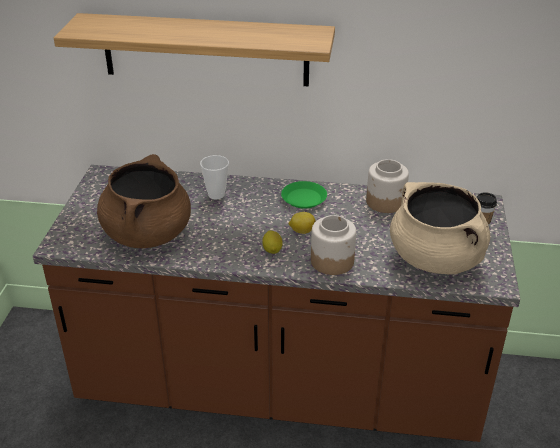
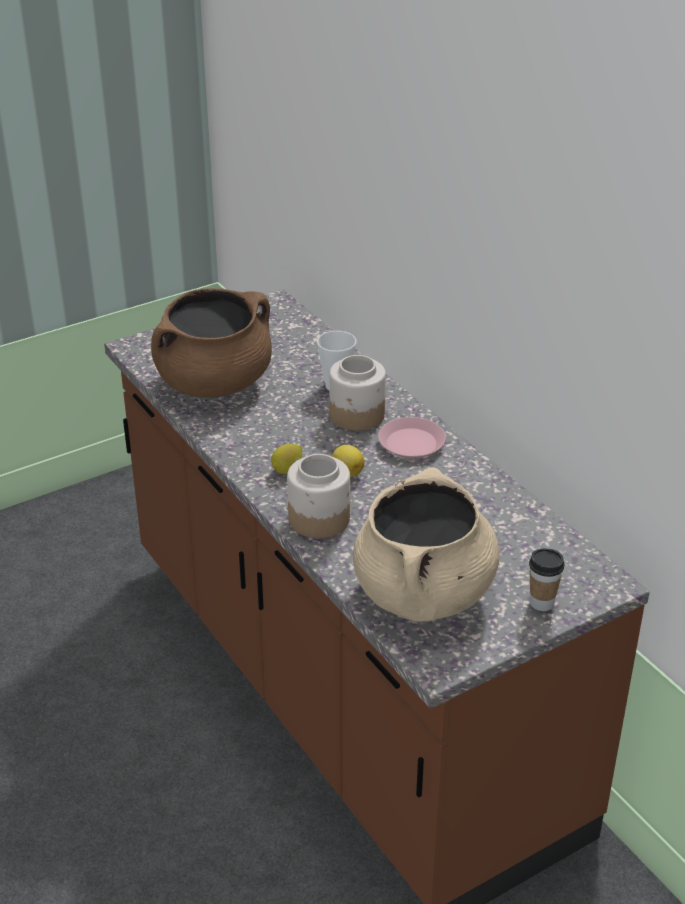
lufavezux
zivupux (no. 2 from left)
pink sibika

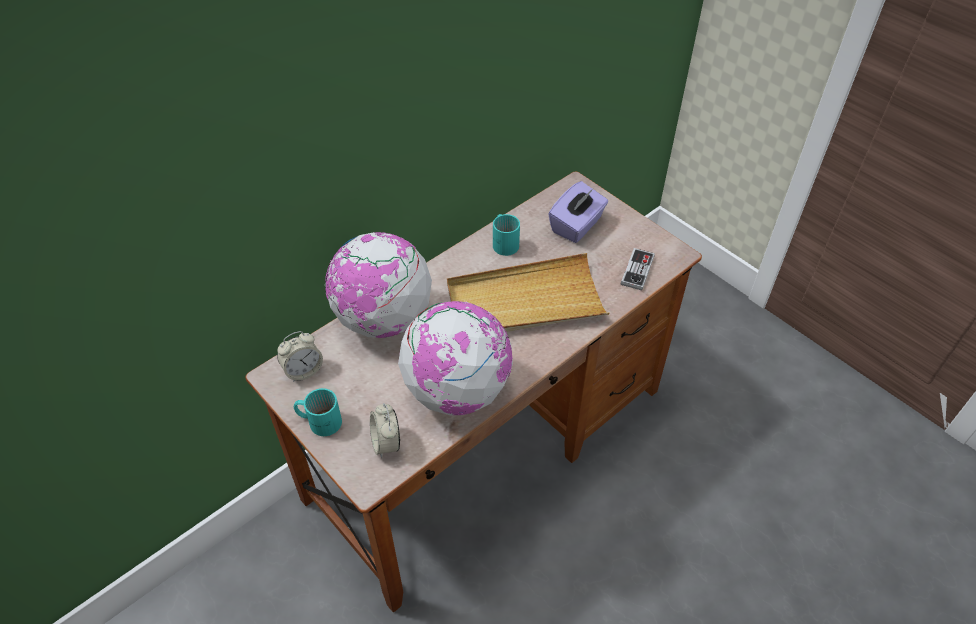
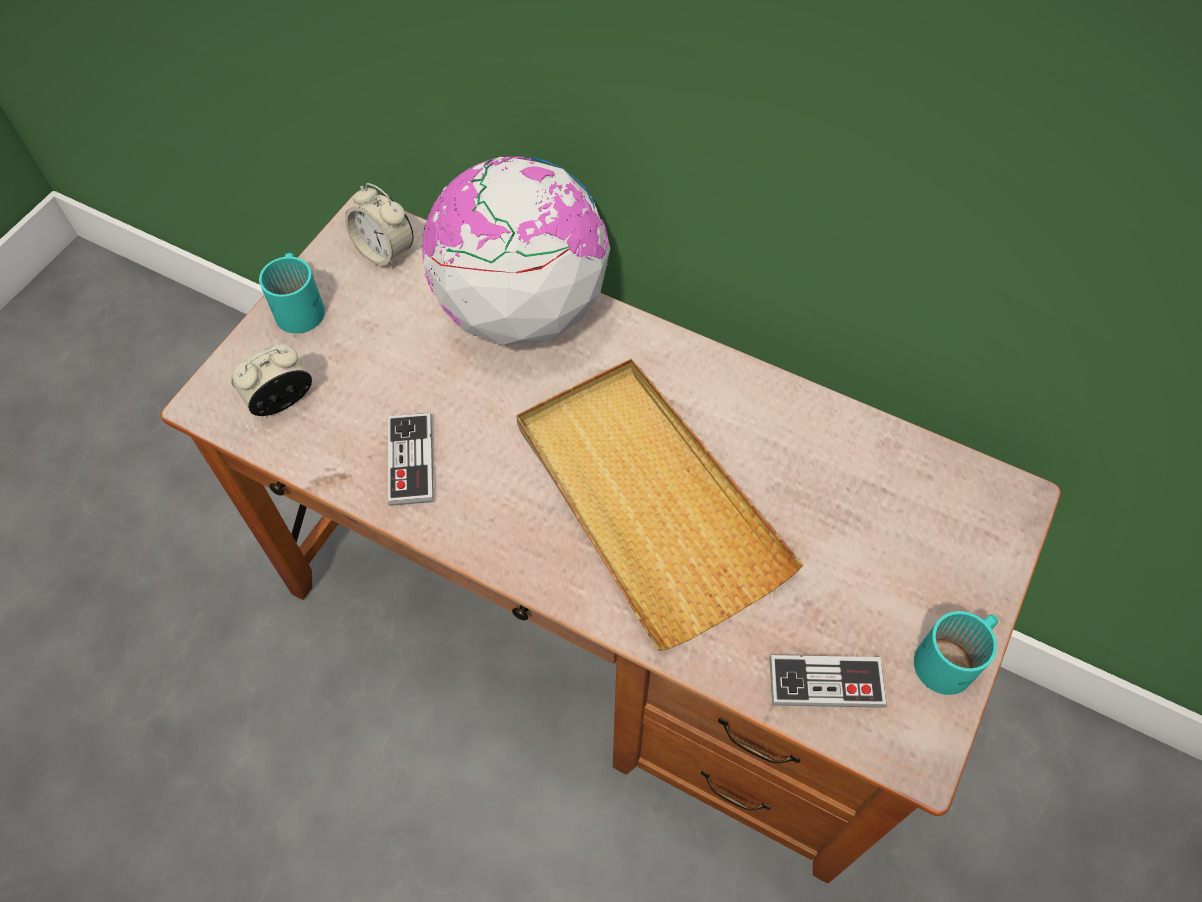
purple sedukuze
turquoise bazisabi (no. 2 from left)
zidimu (no. 1 from left)

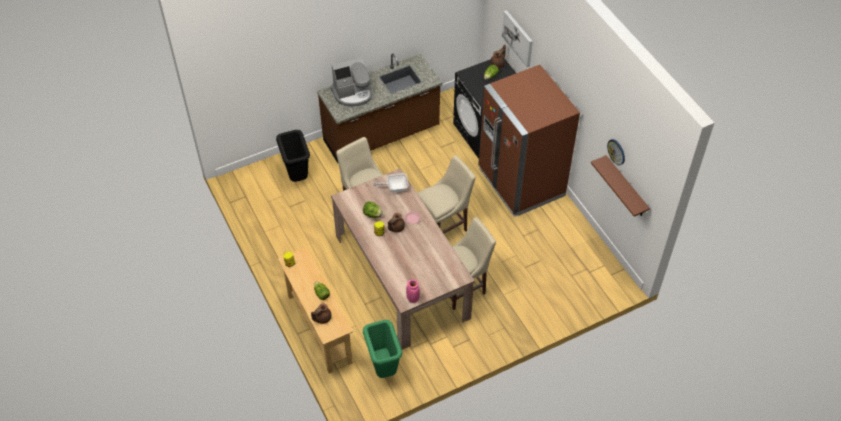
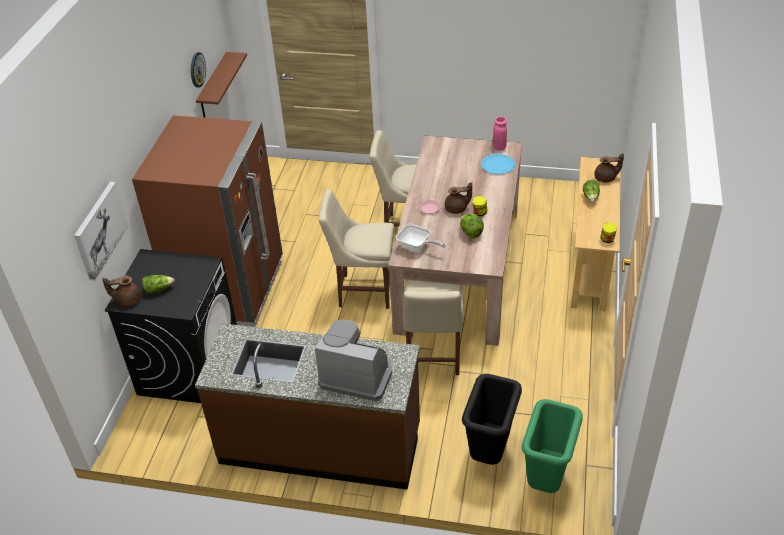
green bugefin
blue sibika

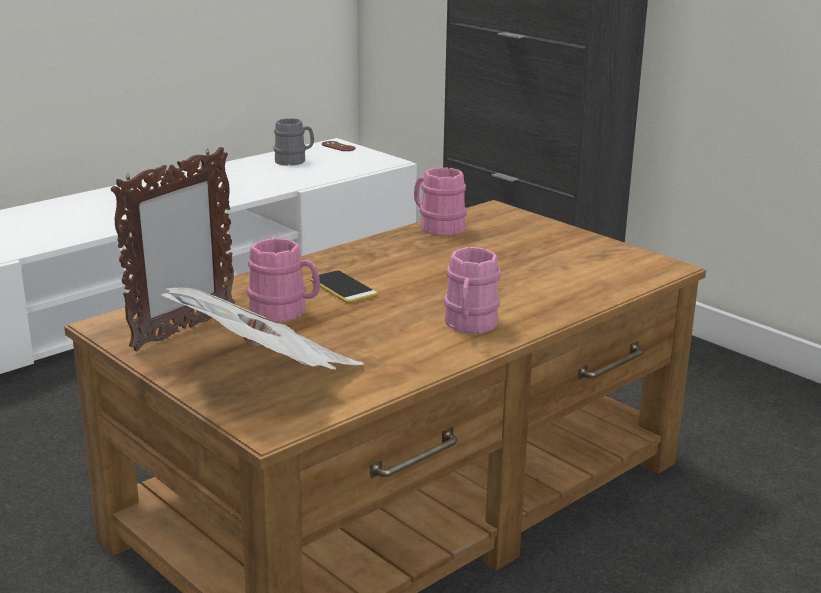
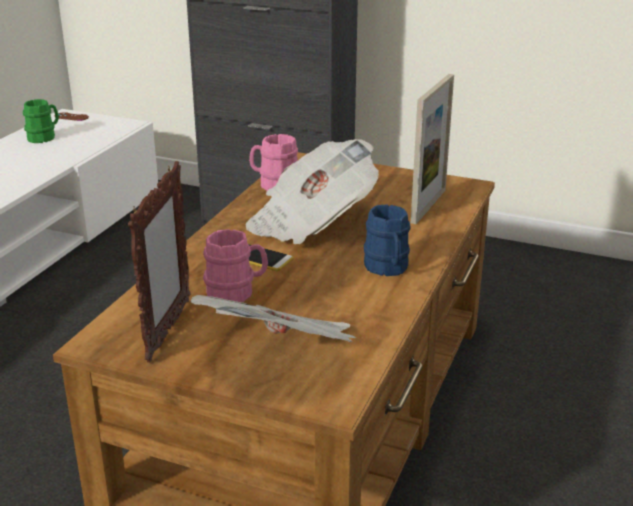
green bazisabi
blue bazisabi
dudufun (no. 2 from left)
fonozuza (no. 2 from left)

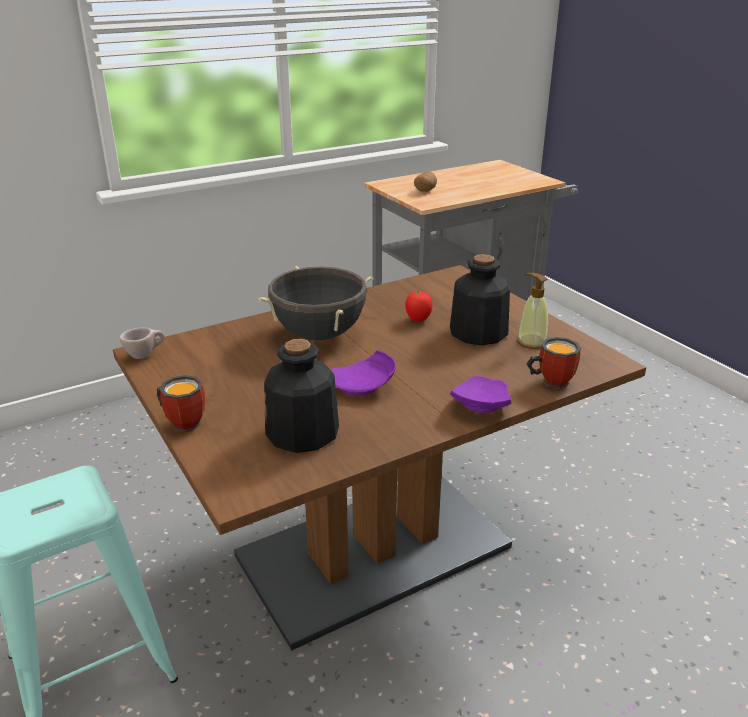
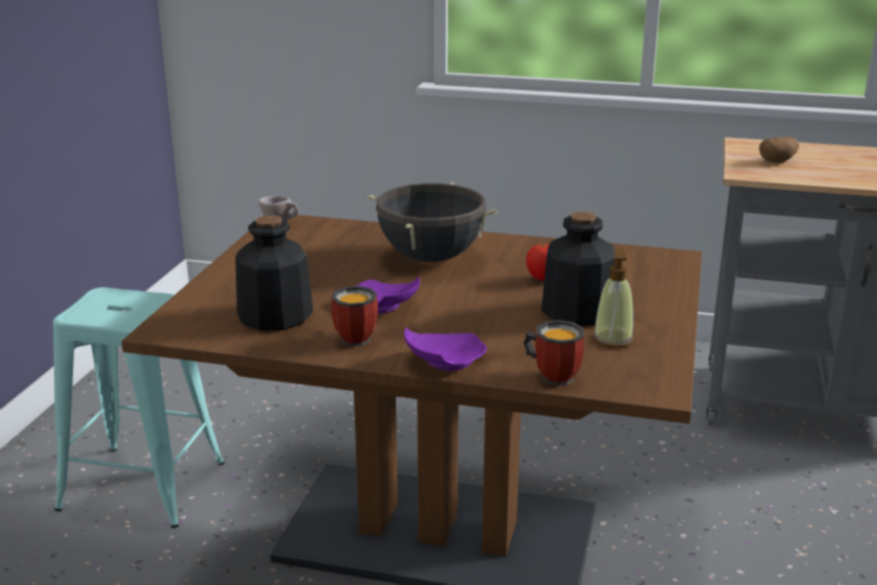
bazisabi (no. 1 from left)

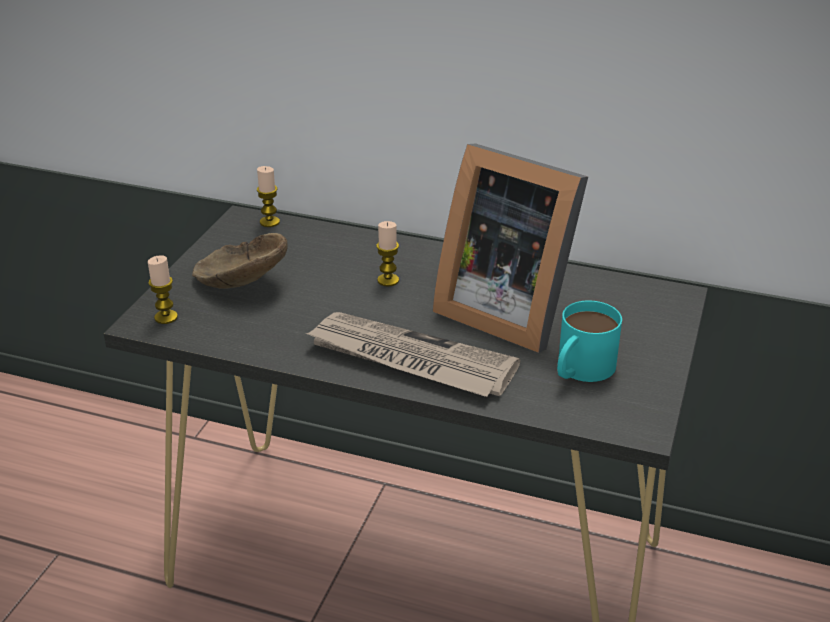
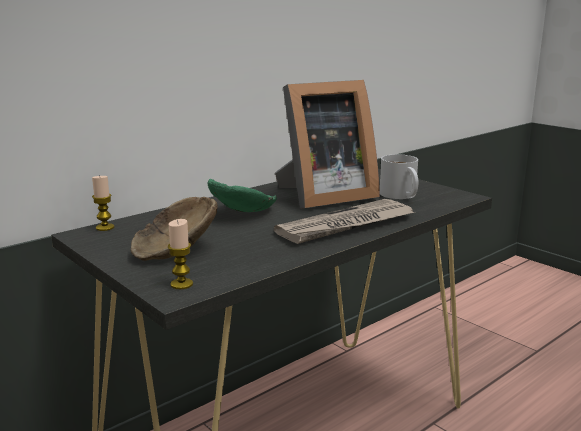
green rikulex
white bazisabi

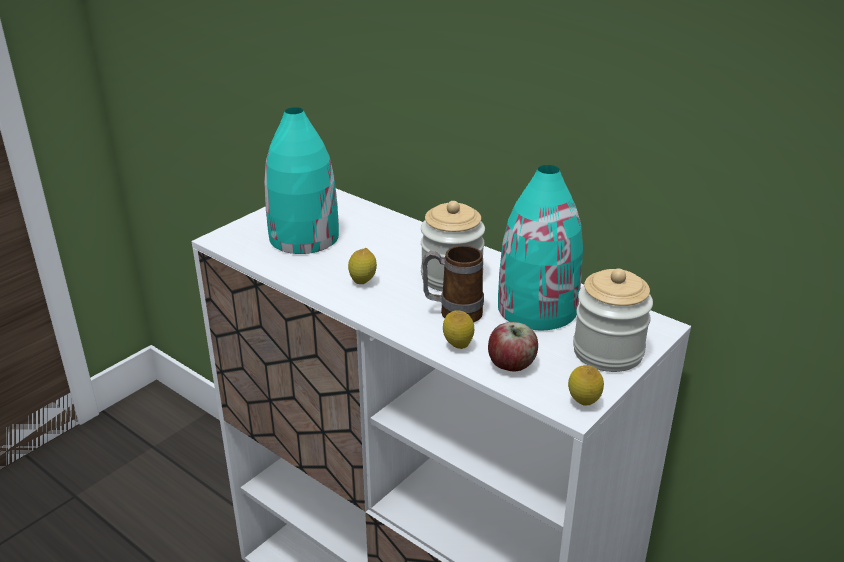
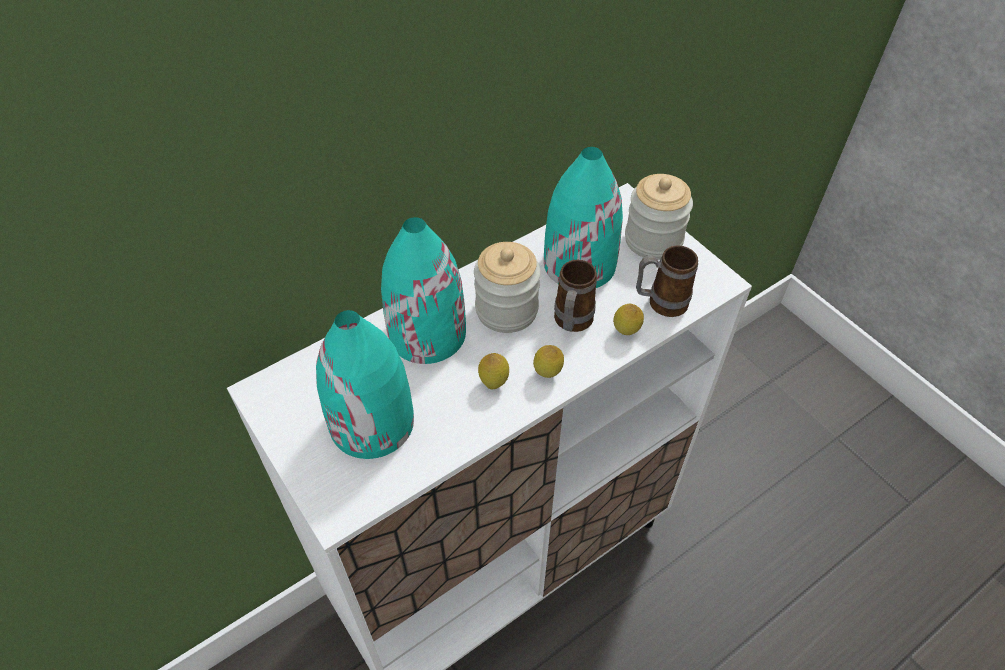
bazisabi (no. 2 from left)
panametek (no. 2 from left)
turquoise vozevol (no. 2 from left)

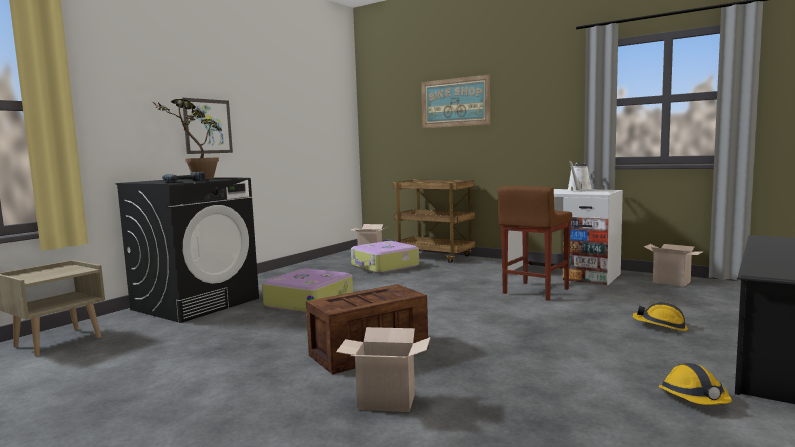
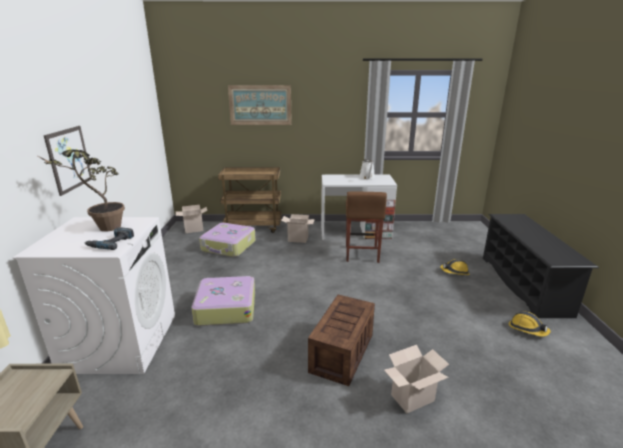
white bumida
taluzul (no. 2 from left)

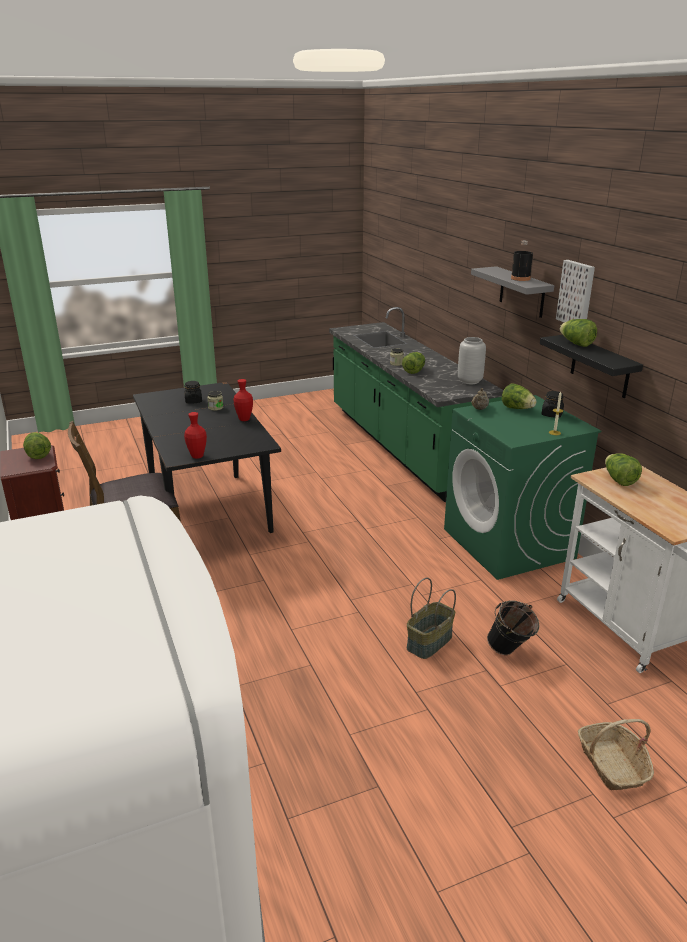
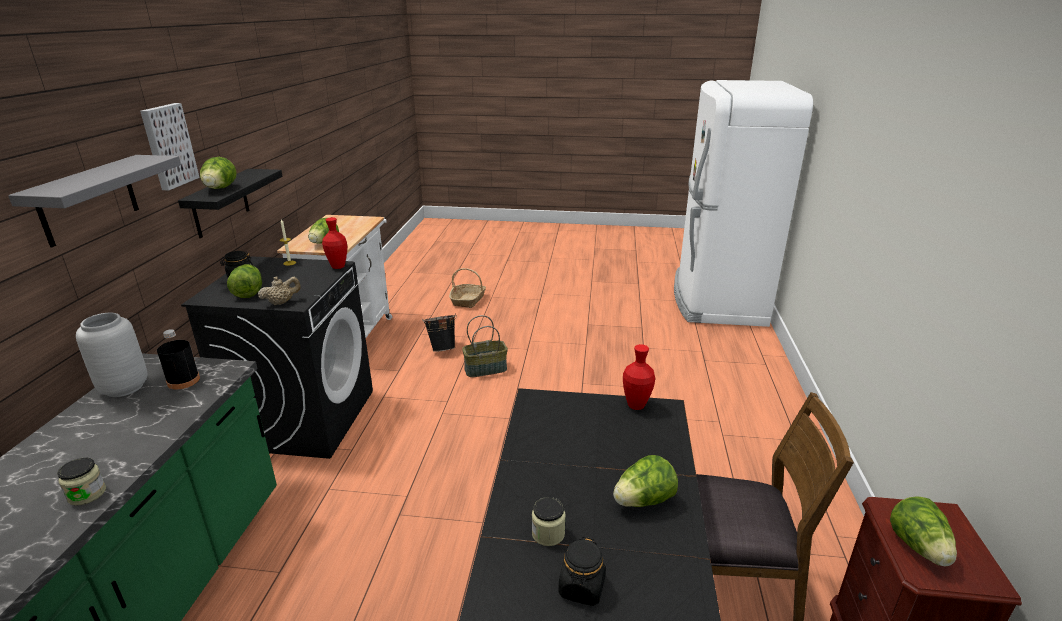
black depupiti
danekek (no. 4 from left)
red vozevol (no. 1 from left)
black bumida

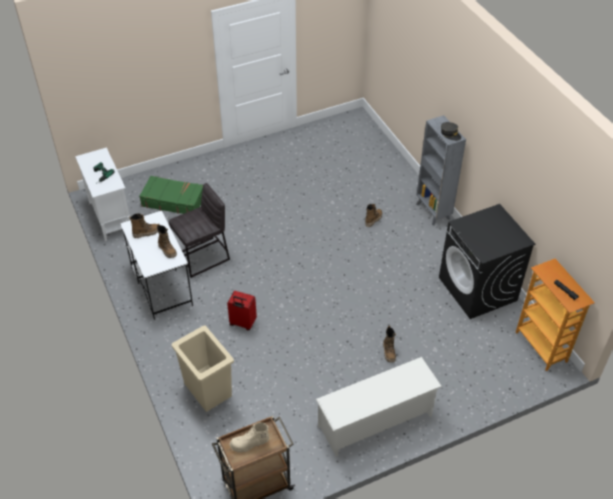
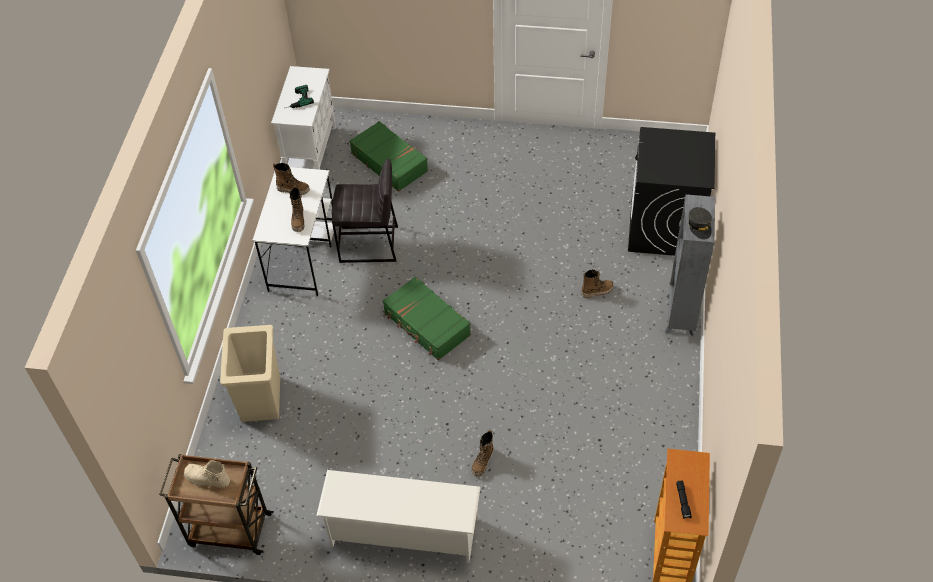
black bumida
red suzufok
green suzufok (no. 2 from left)

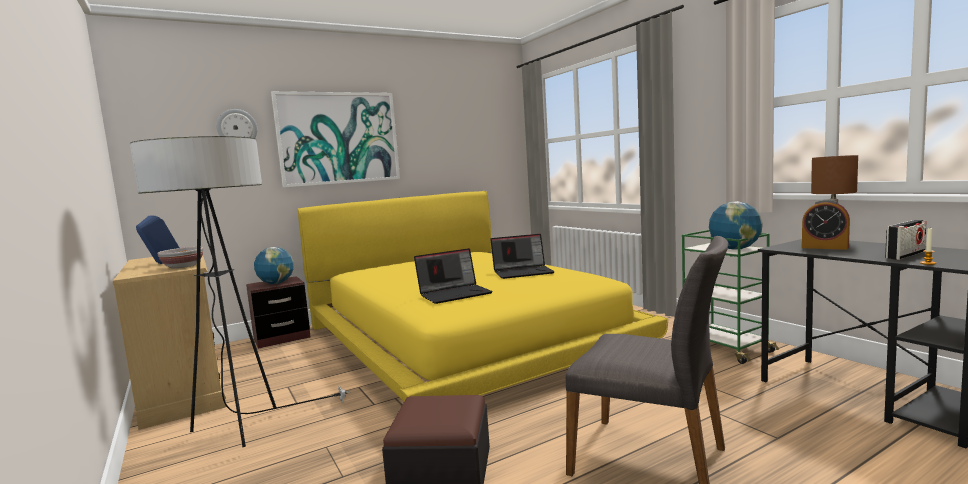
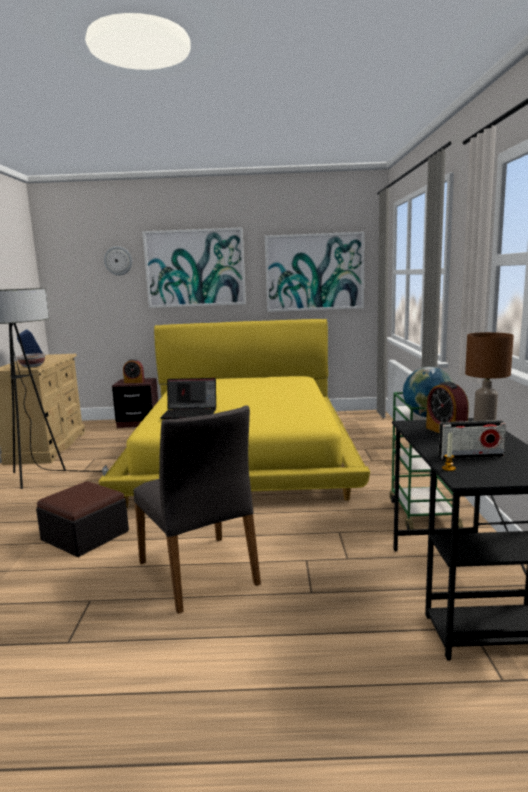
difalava (no. 2 from left in the first image)
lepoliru (no. 1 from left)
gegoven (no. 2 from left)

